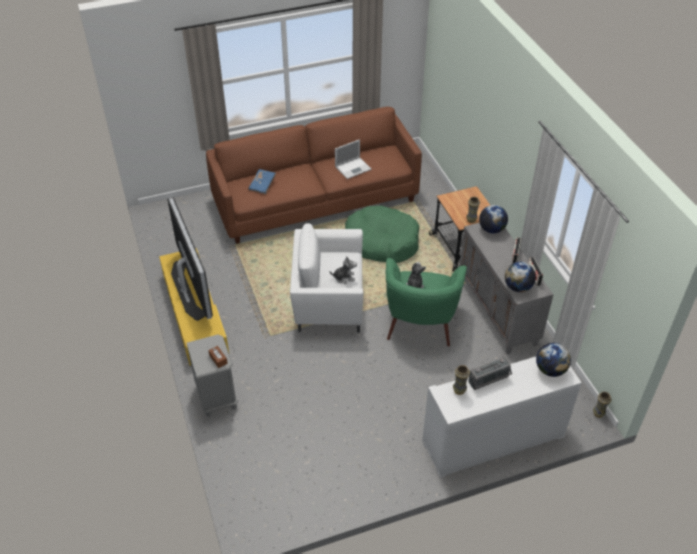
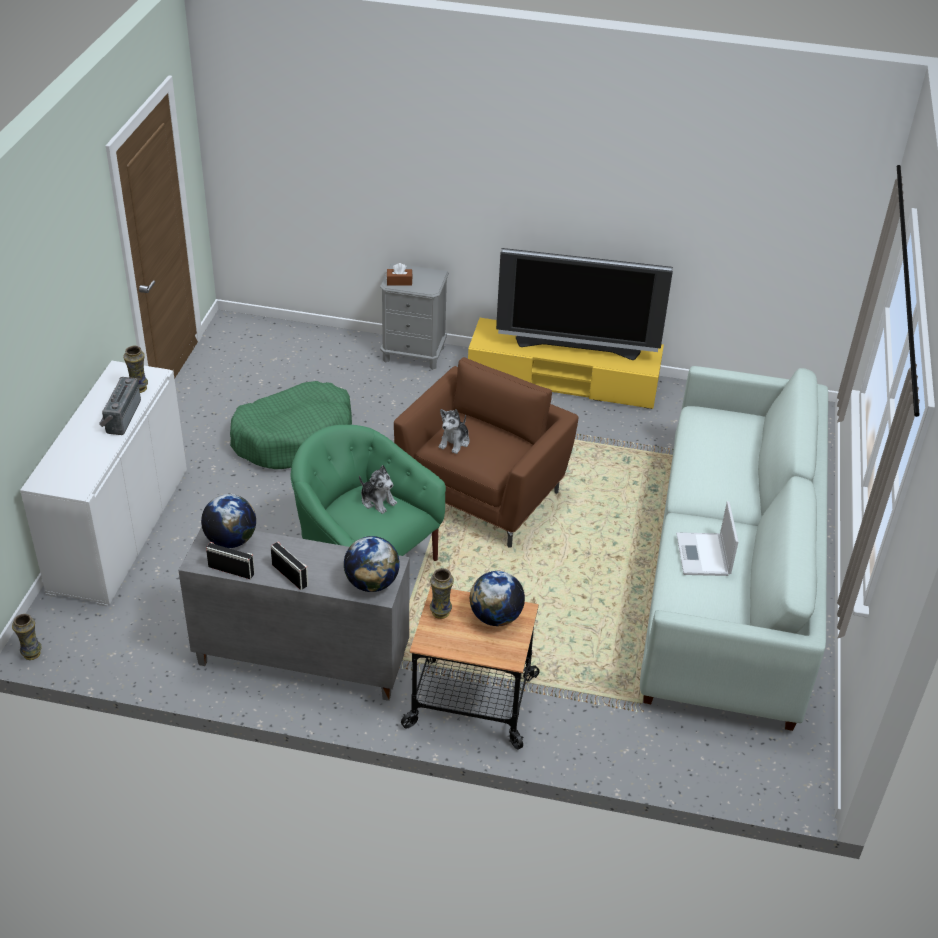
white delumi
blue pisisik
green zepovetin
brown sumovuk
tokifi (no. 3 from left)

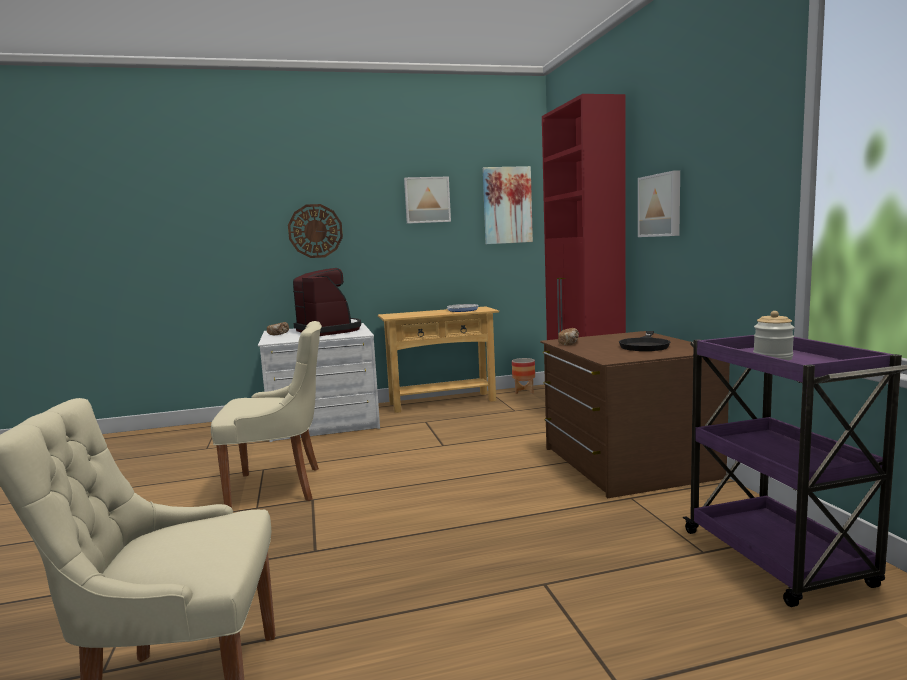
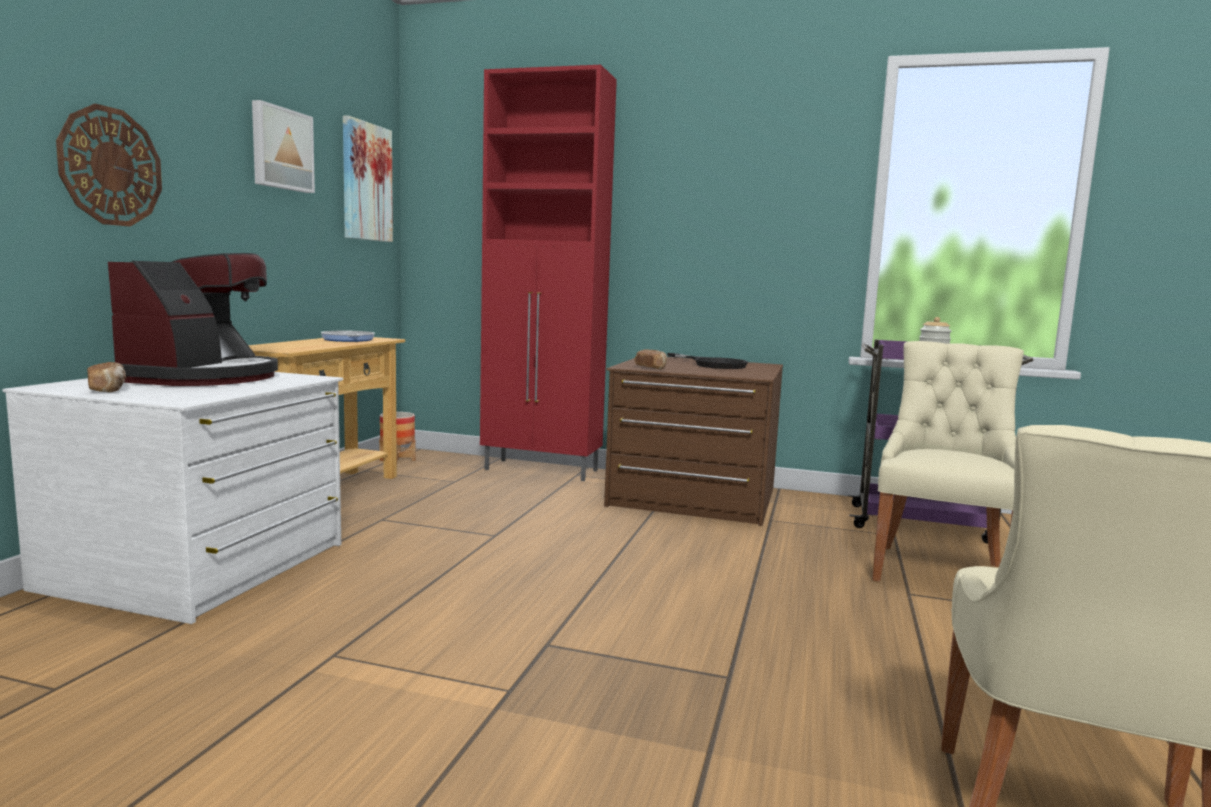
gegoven (no. 3 from left in the first image)
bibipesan
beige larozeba (no. 1 from left)

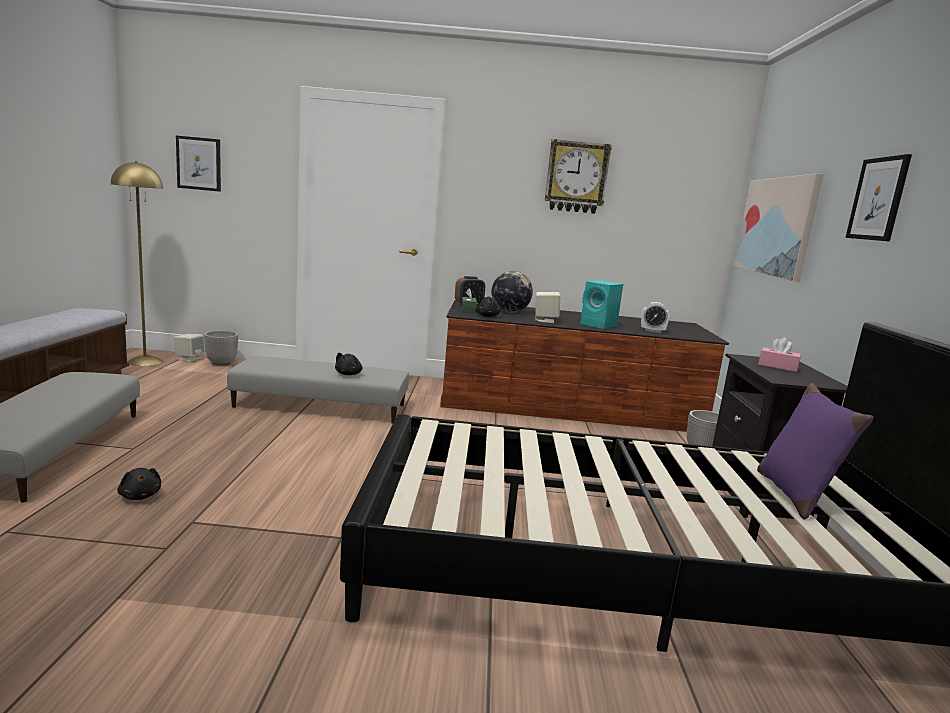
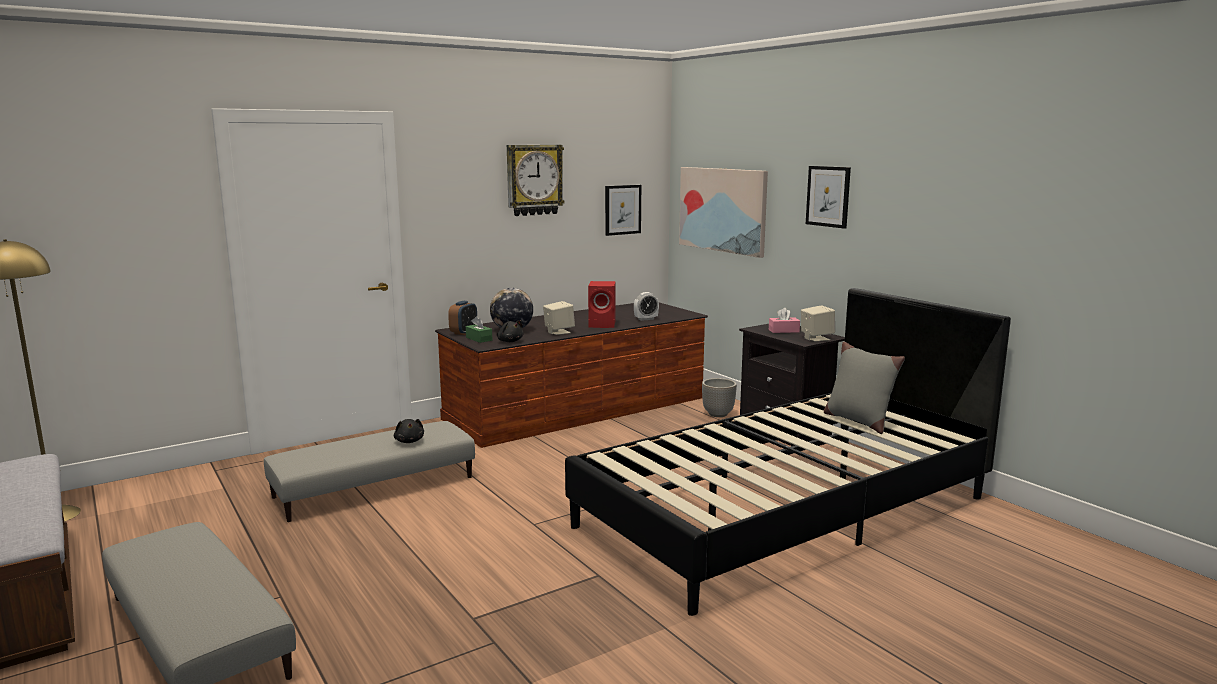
gegoven (no. 1 from left)
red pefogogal
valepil (no. 1 from left in the first image)
beige pefogogal (no. 2 from left)
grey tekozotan
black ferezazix (no. 1 from left in the first image)

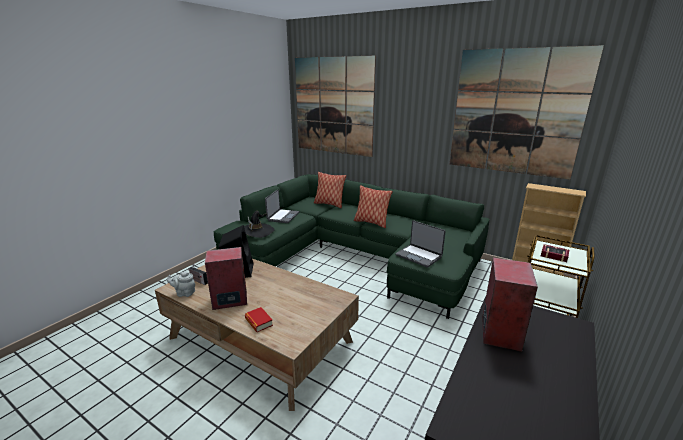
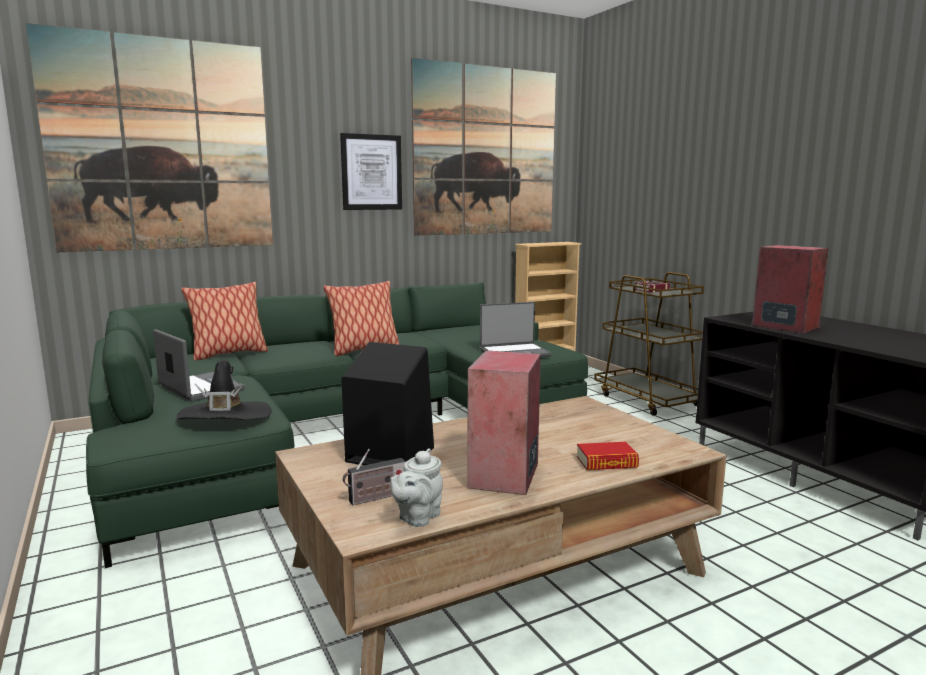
gegoven (no. 2 from left)

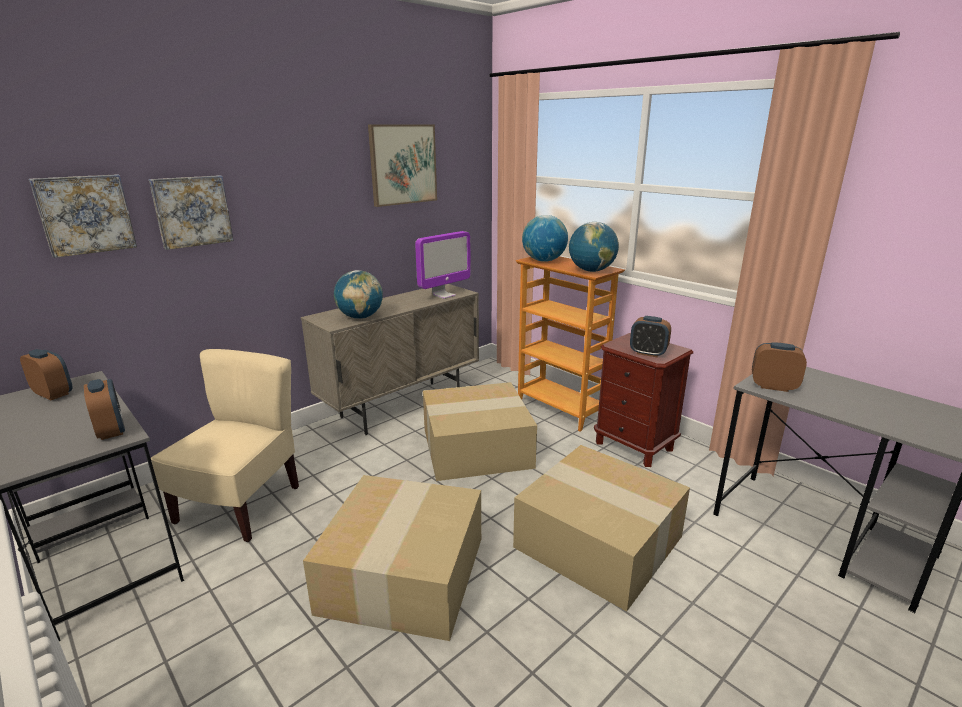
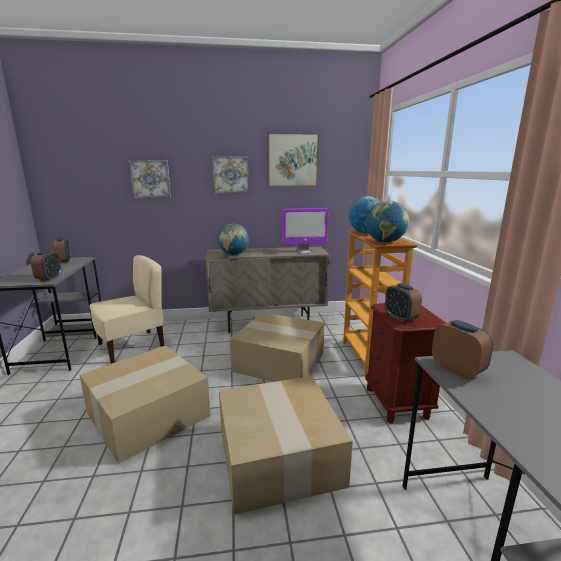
gegoven (no. 2 from left)

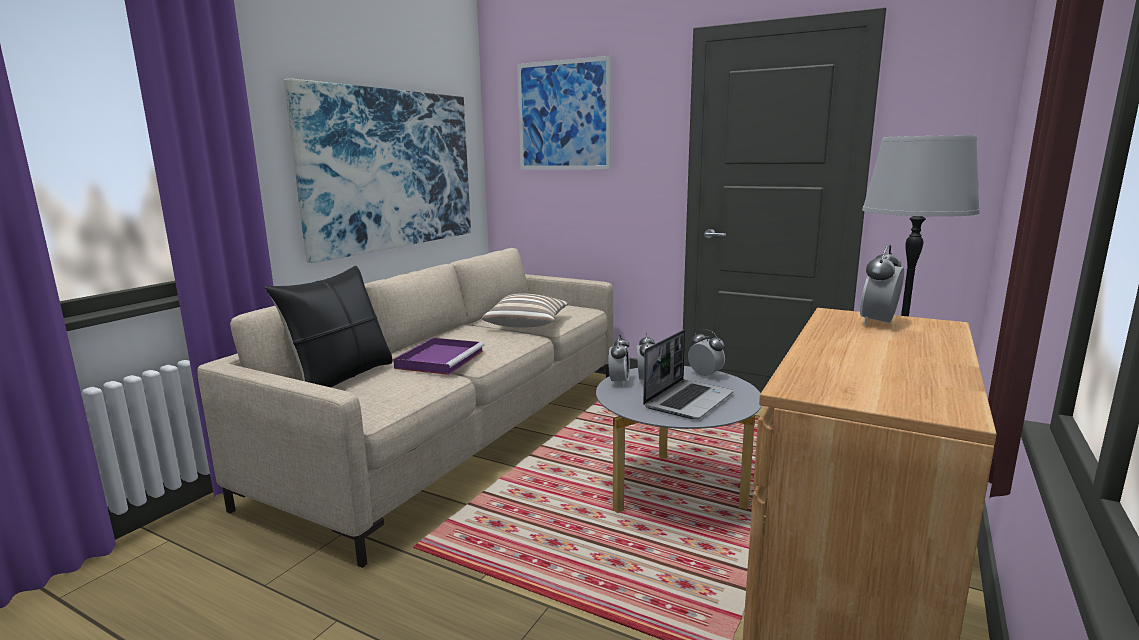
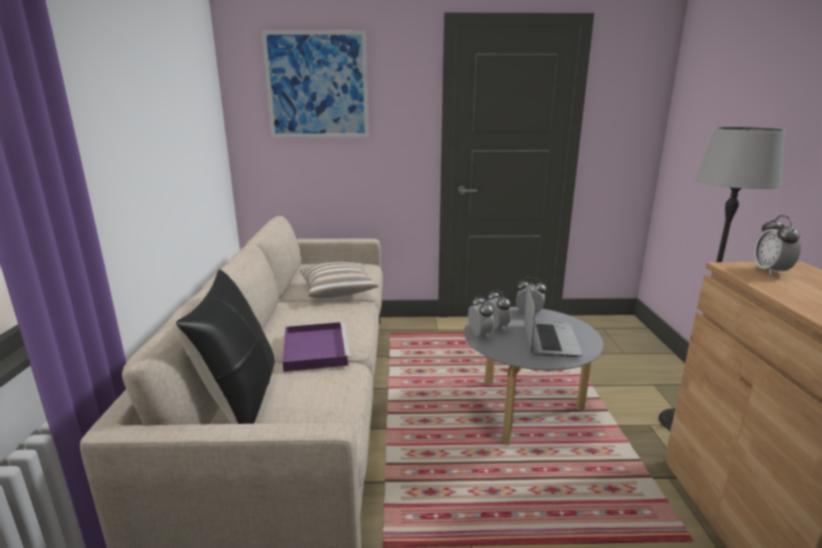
gegoven (no. 1 from left in the first image)

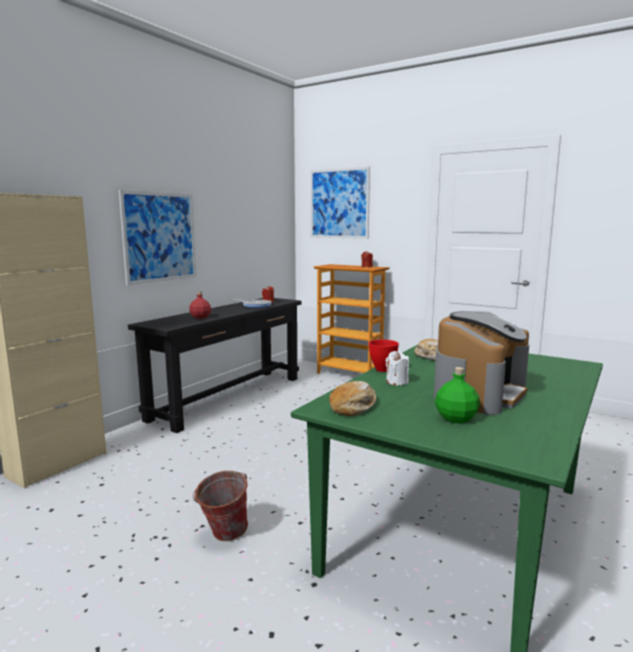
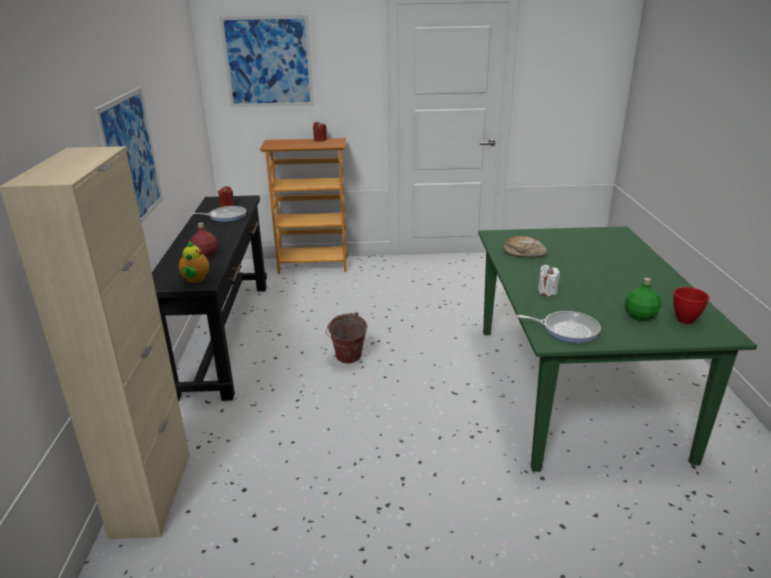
bibipesan
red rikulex
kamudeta (no. 2 from left)
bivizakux
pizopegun

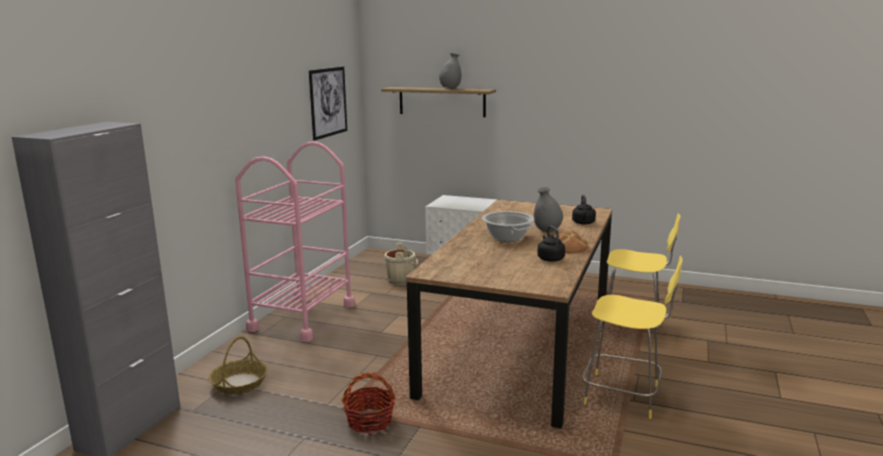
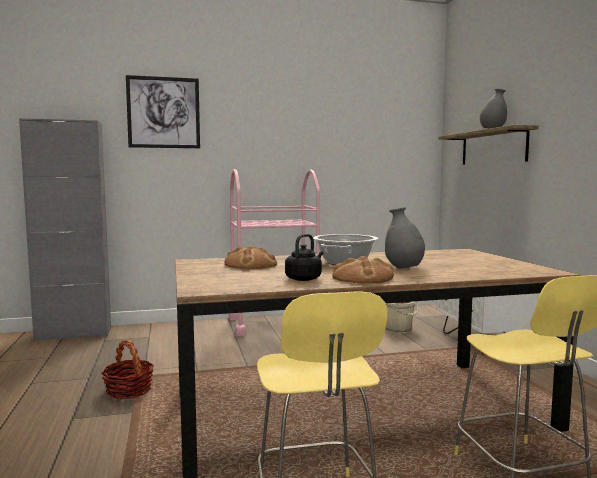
gegoven
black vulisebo (no. 2 from left in the first image)
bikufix (no. 1 from left in the first image)
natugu (no. 1 from left)

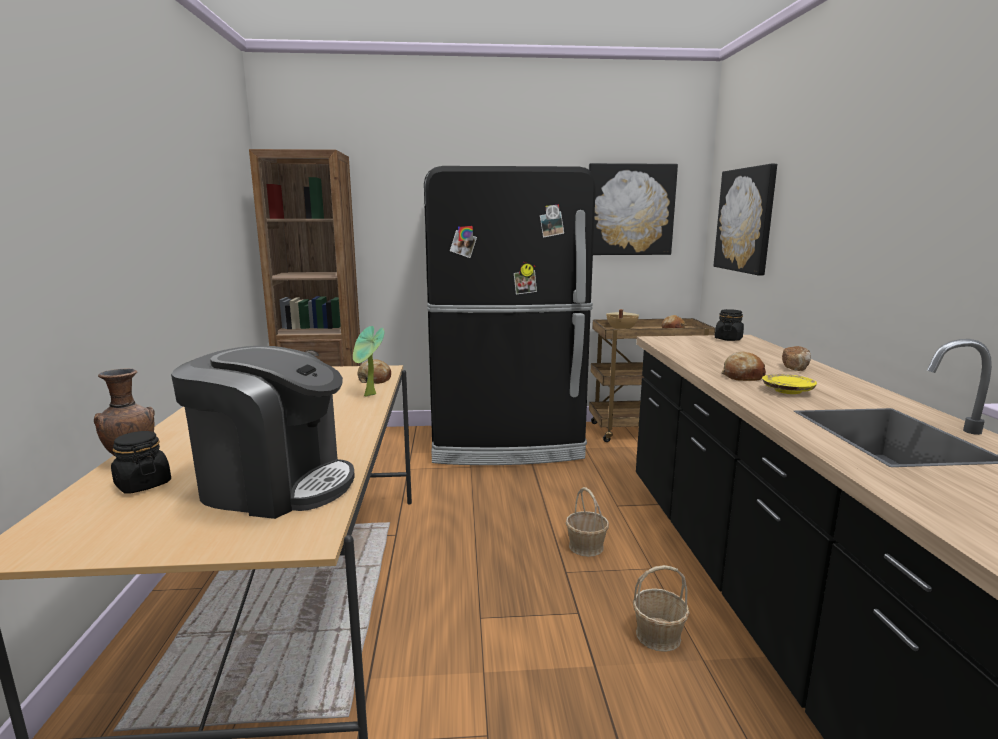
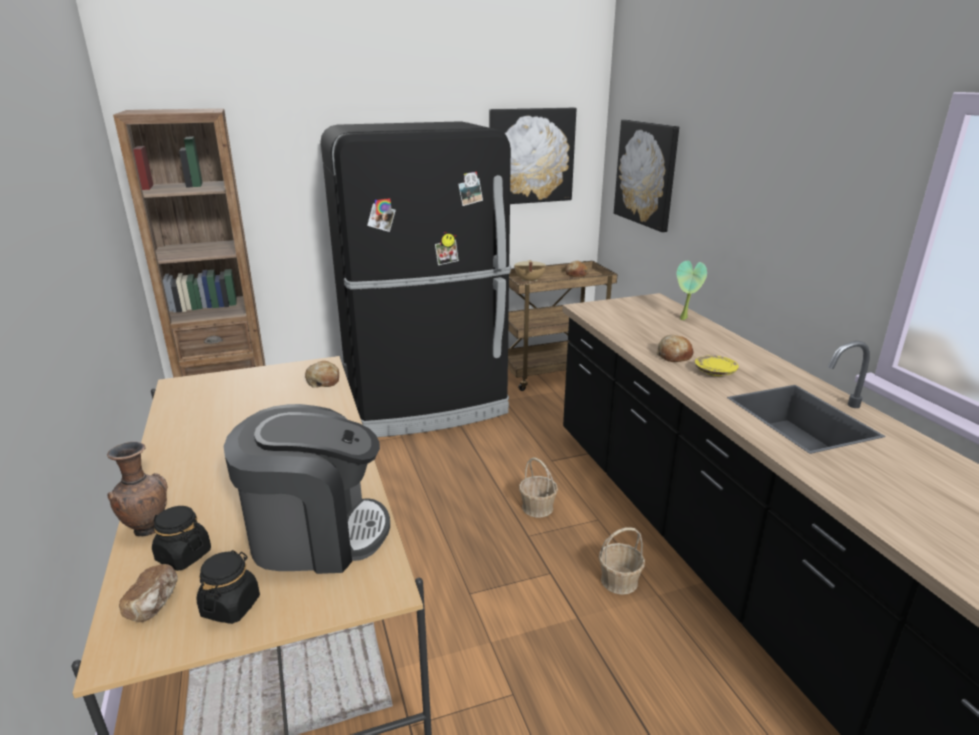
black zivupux (no. 2 from left)
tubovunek
natugu (no. 1 from left)

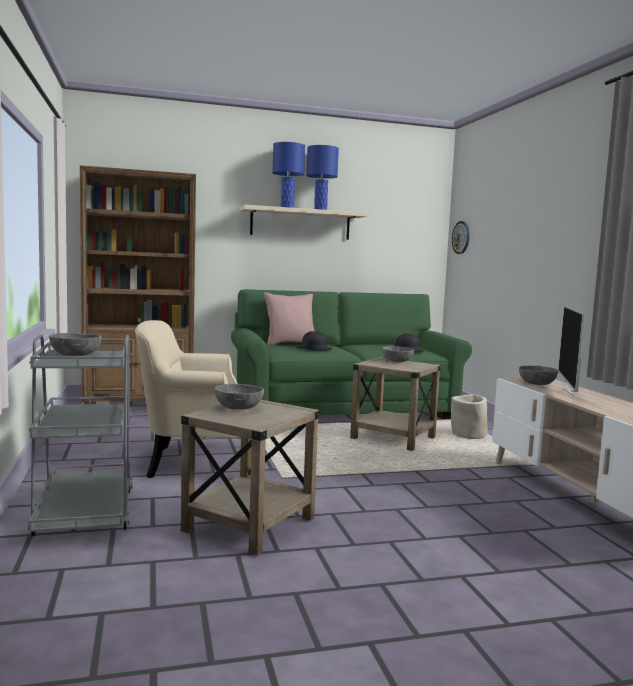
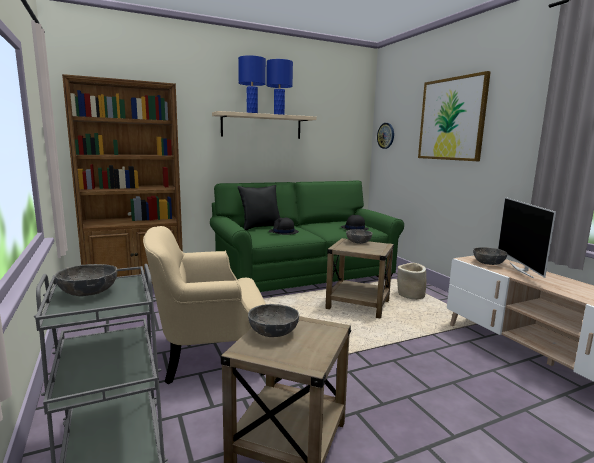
black tekozotan
gegoven

